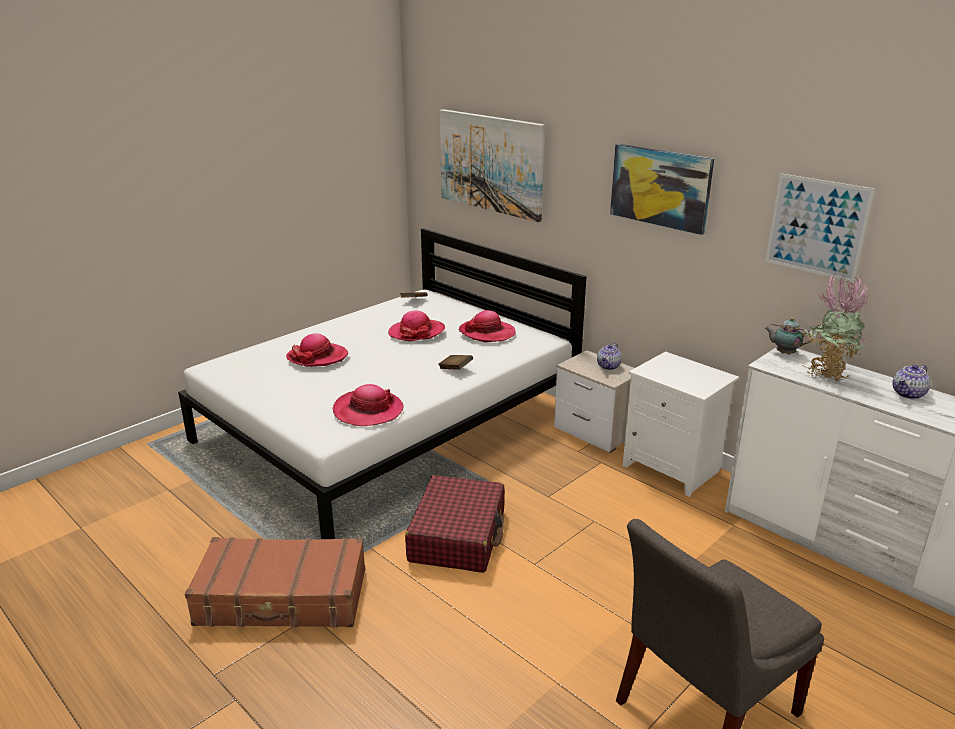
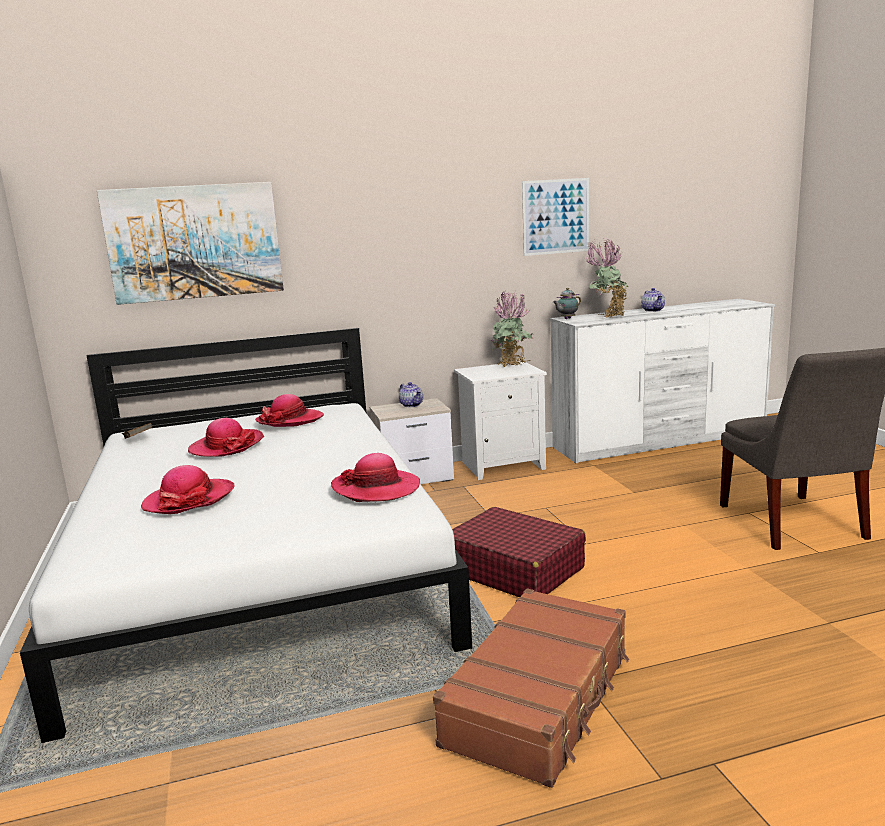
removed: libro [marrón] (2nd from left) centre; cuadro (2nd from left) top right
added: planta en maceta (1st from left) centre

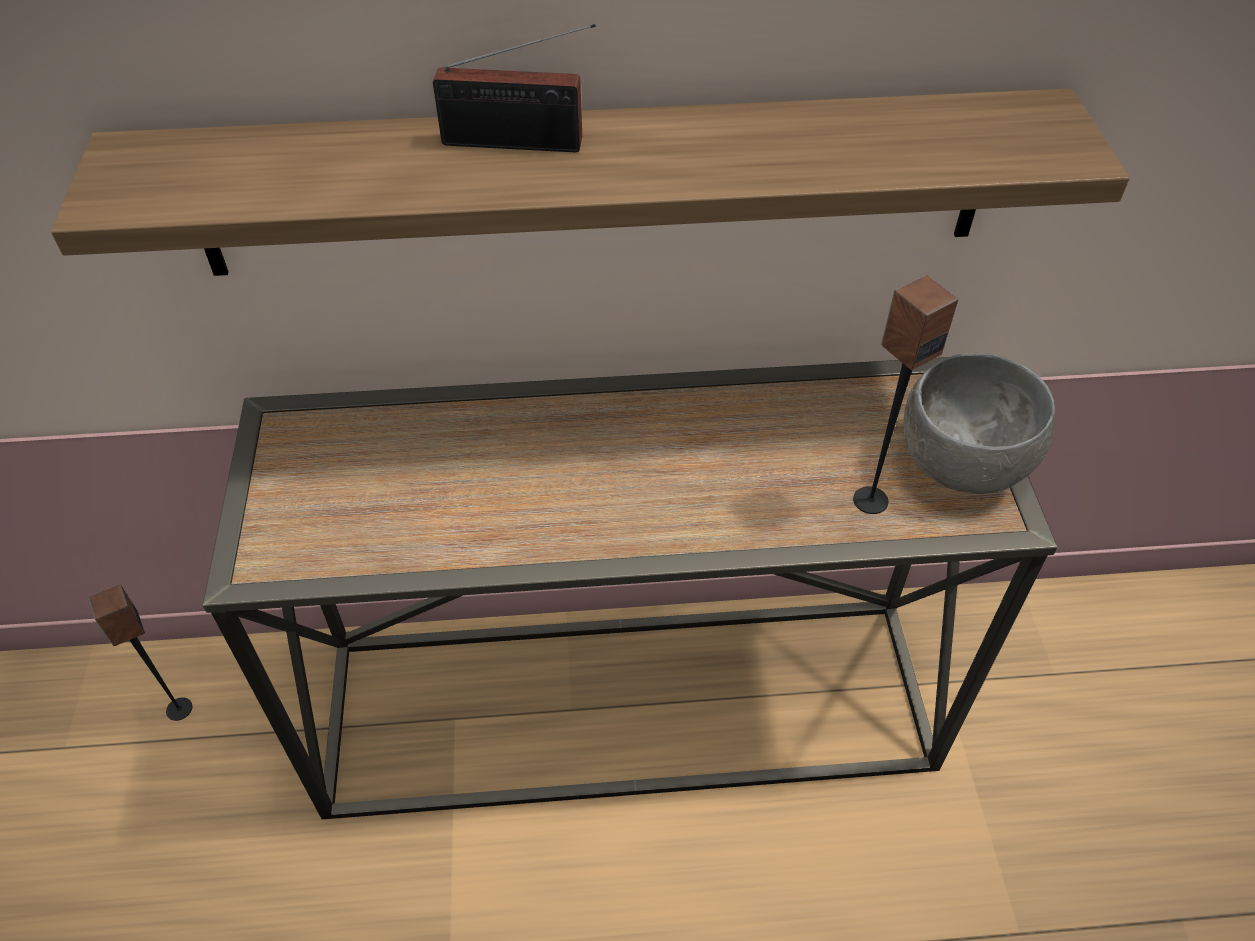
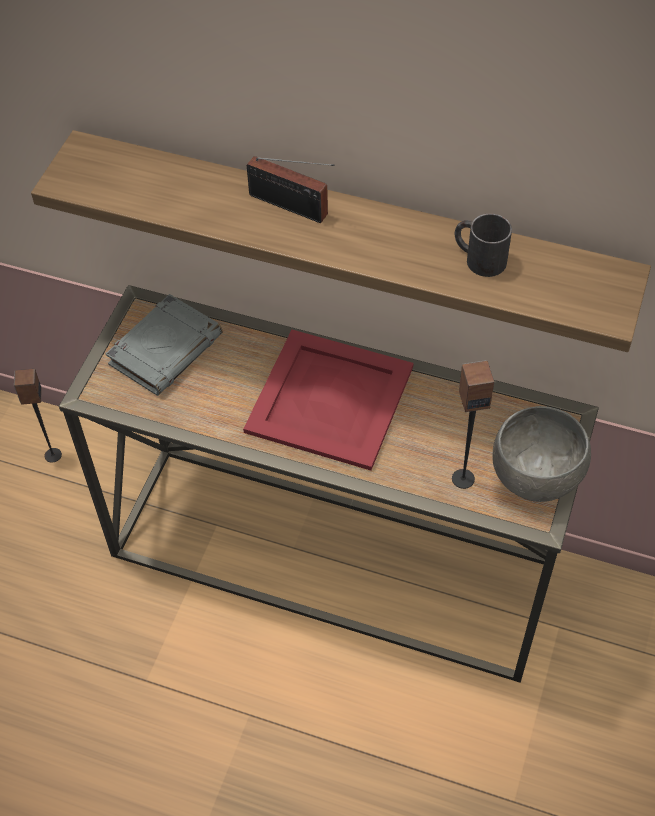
added: libro [gris] middle left; bandeja [rojo] centre; taza grande [negro] top right

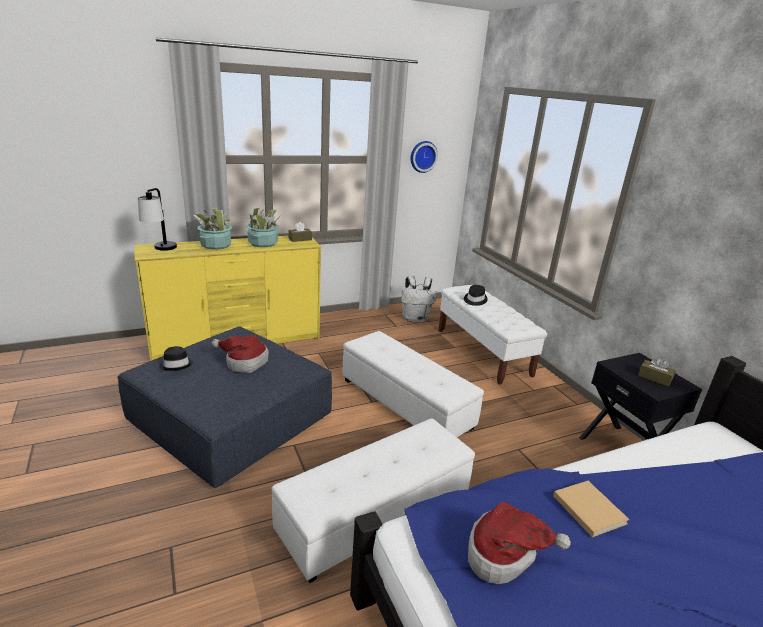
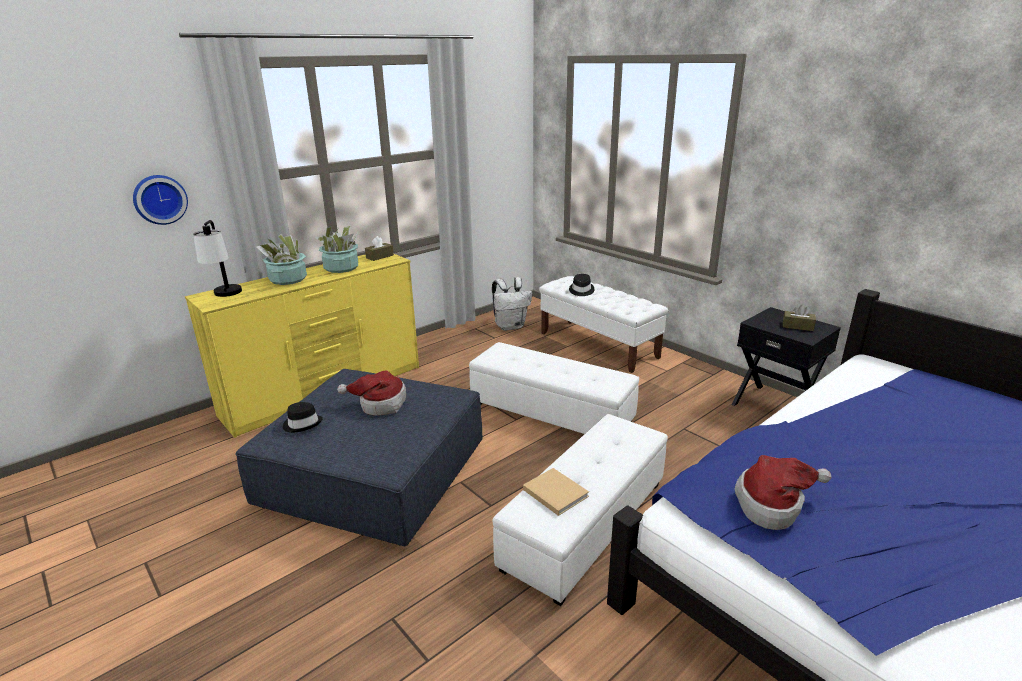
moved: reloj de pared top centre to top left; libro [beis] bottom right to bottom centre

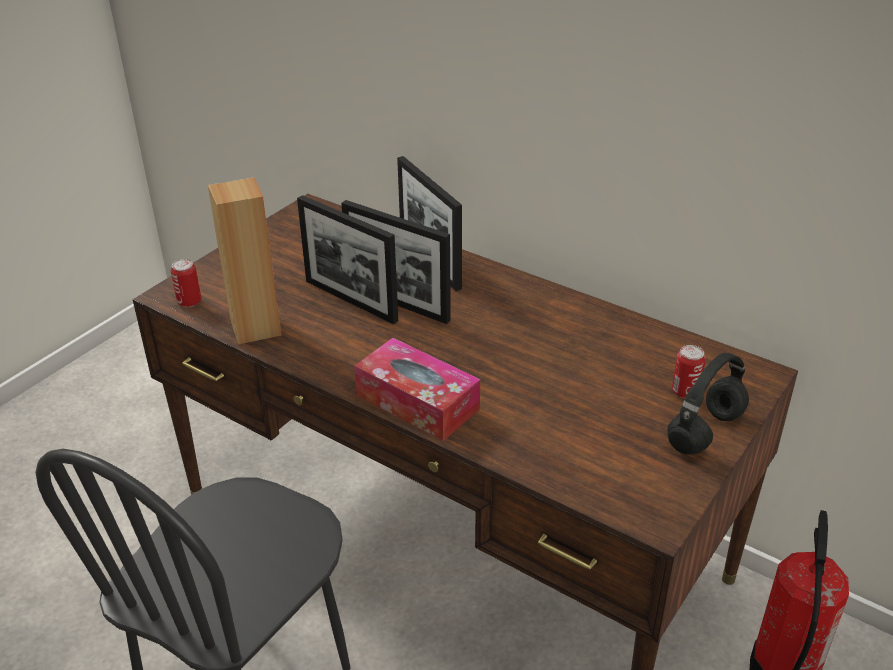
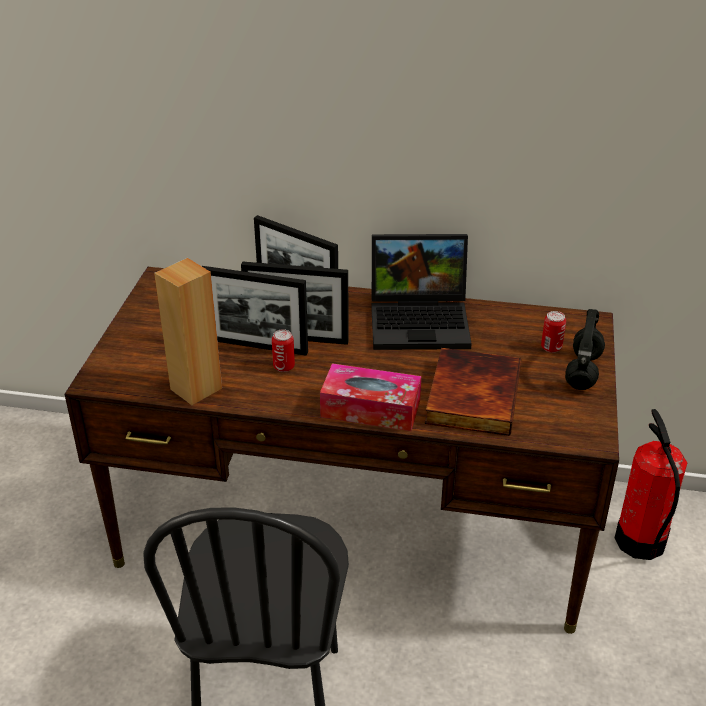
added: portátil centre; libro middle right
moved: lata (1st from left) middle left to centre

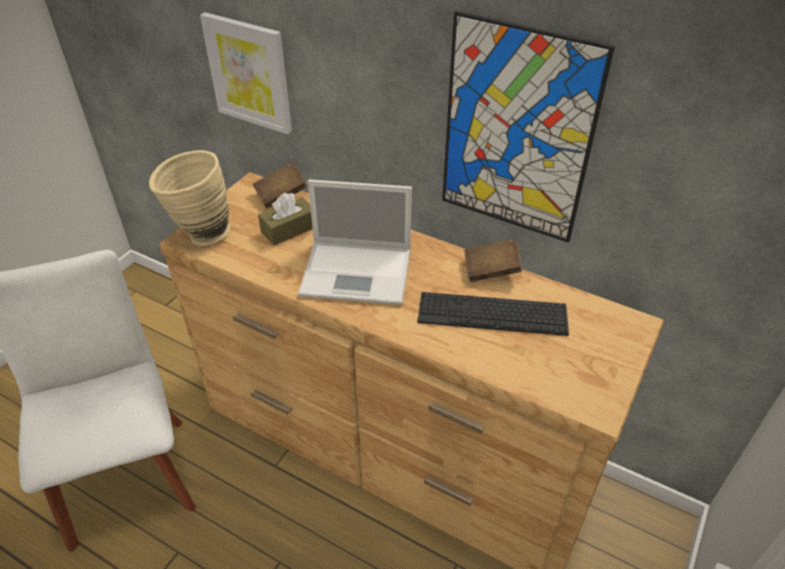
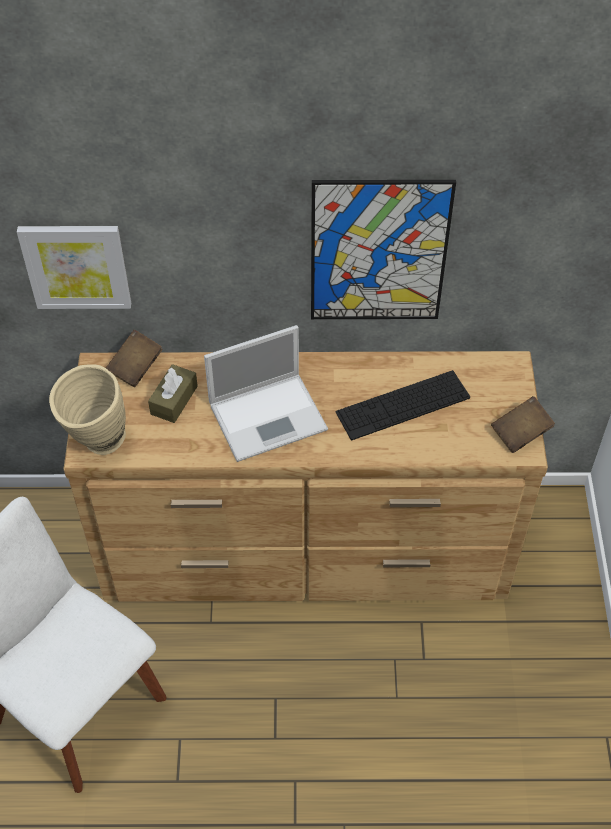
moved: libro [marrón] (2nd from left) centre to middle right

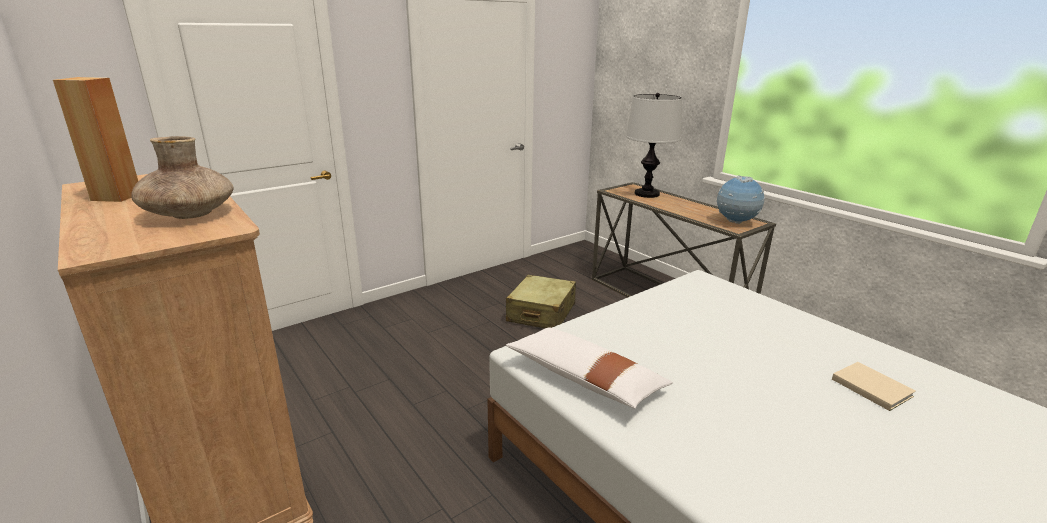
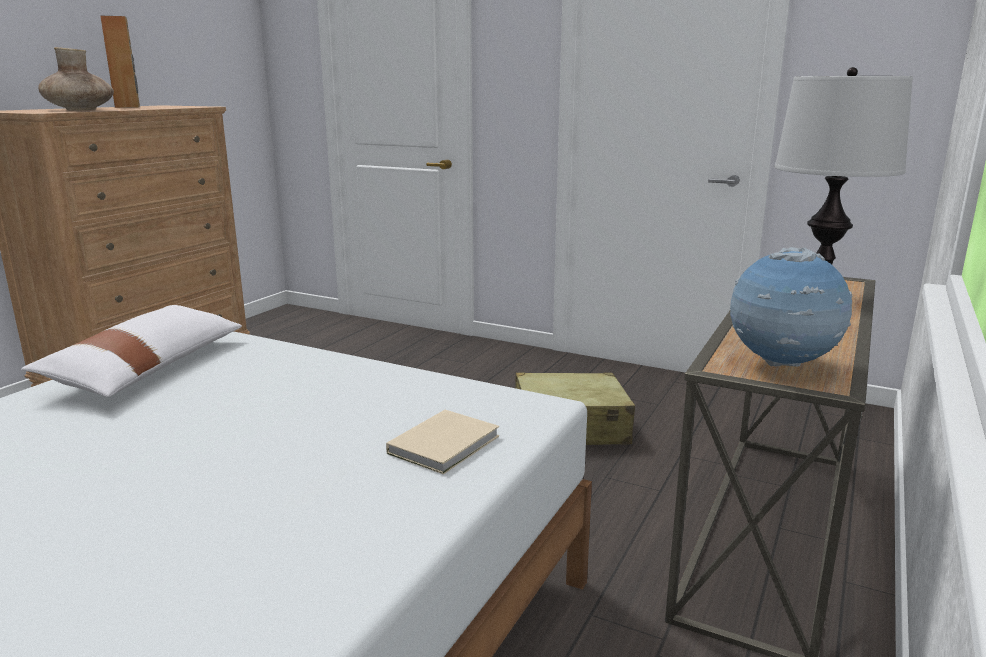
moved: libro [beis] bottom right to bottom centre

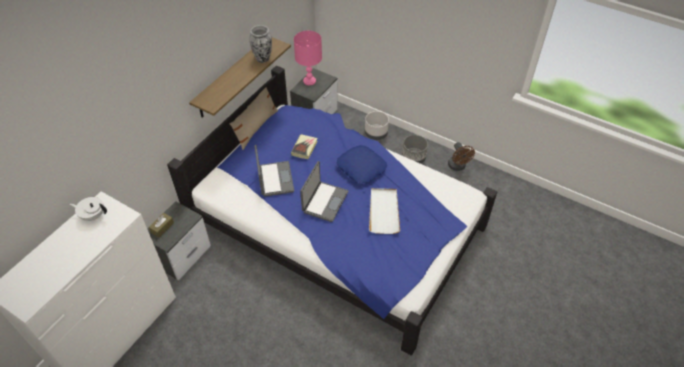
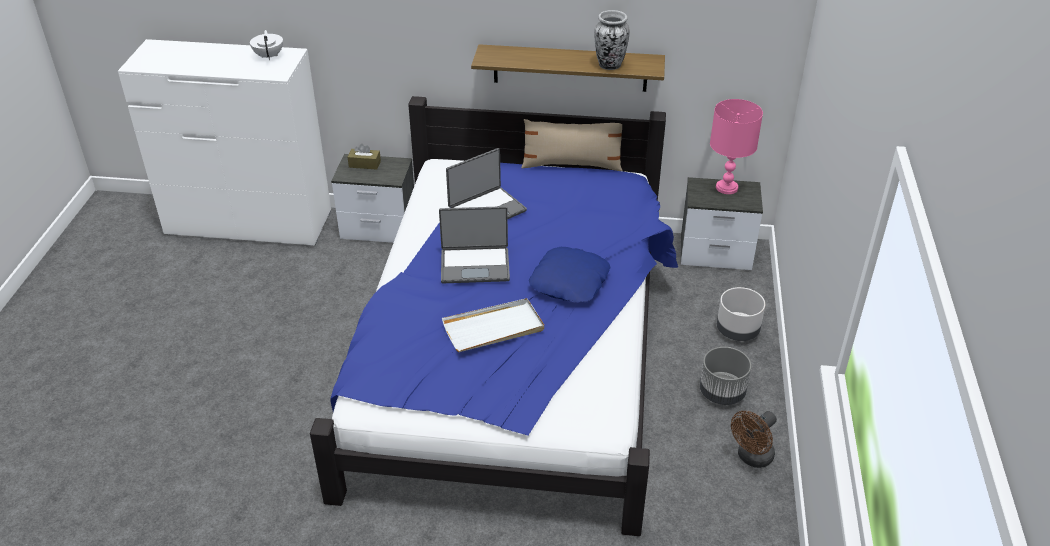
removed: libro centre

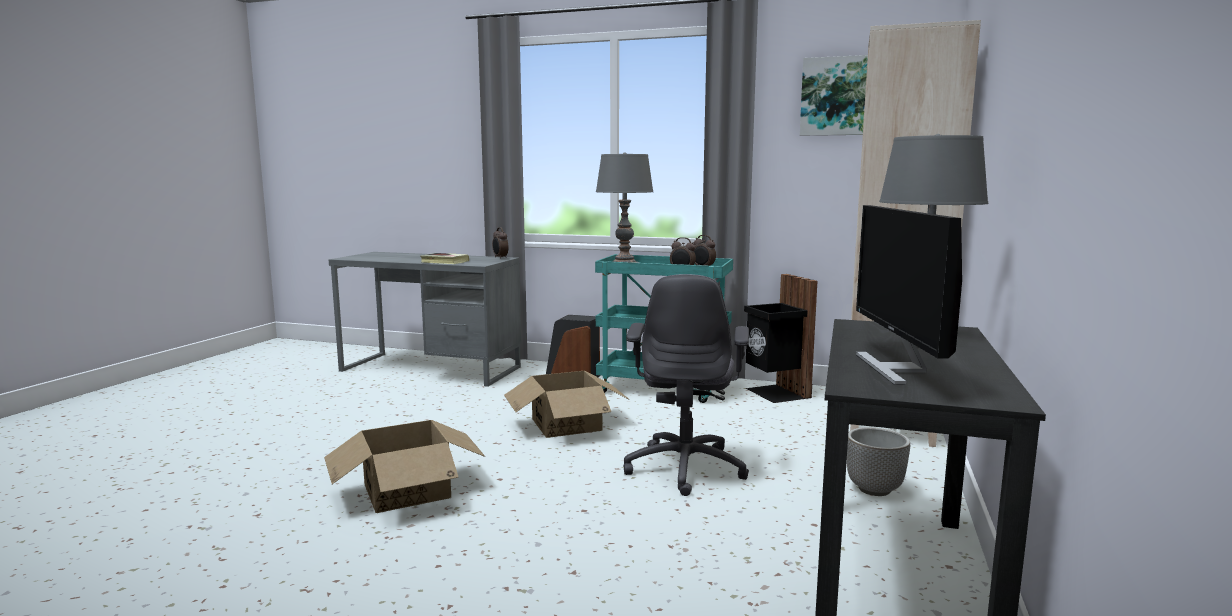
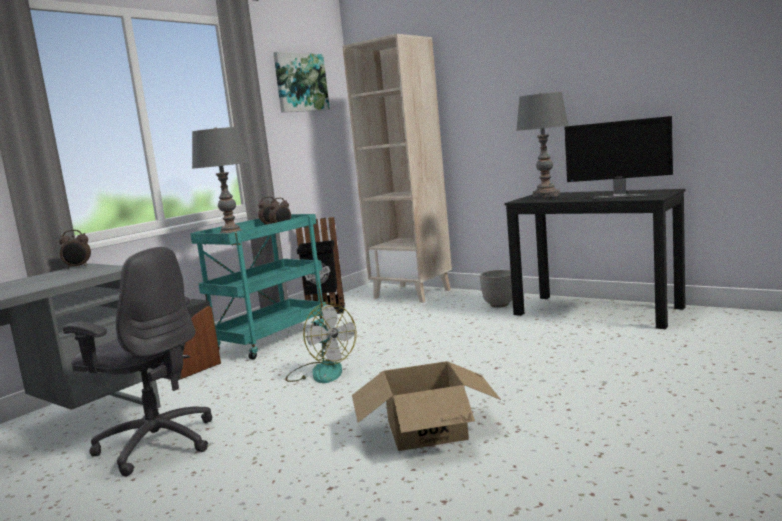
removed: libro centre
moved: silla de oficina [gris] centre to bottom left
replaced: caja de cartón (2nd from left) centre to ventilador centre

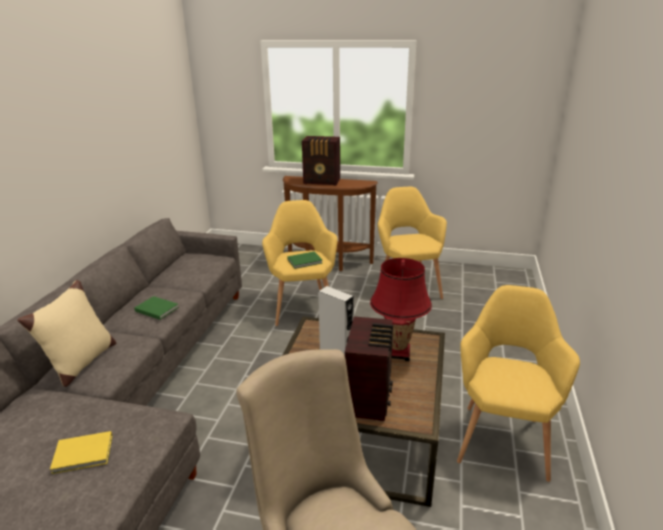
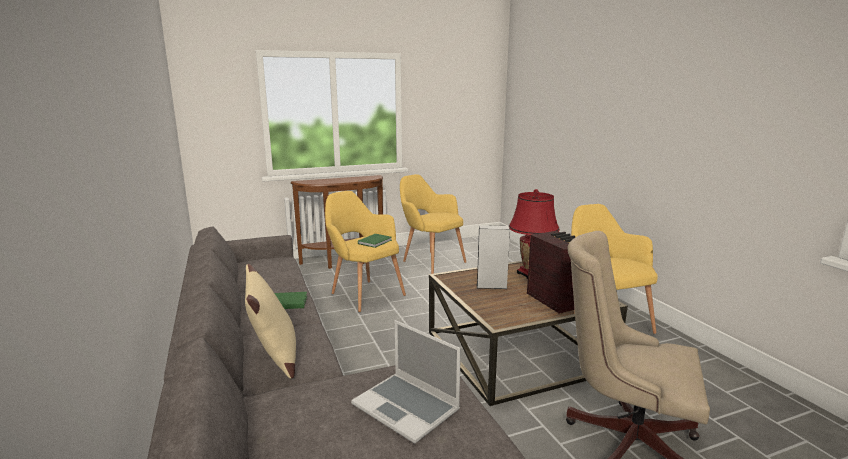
removed: radio (1st from left) top centre
replaced: libro [amarillo] bottom left to portátil bottom centre

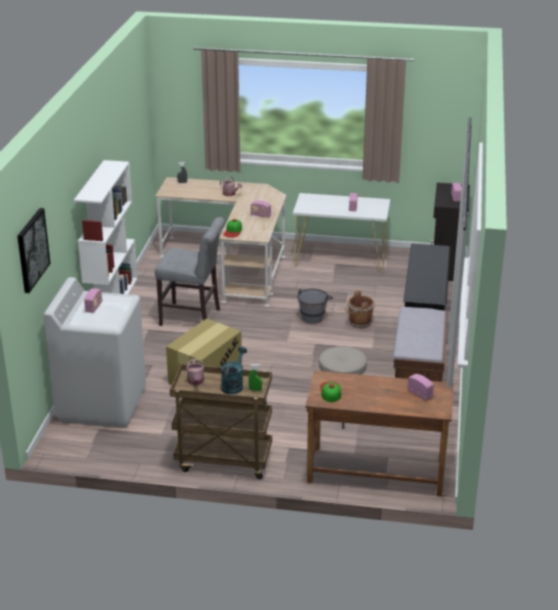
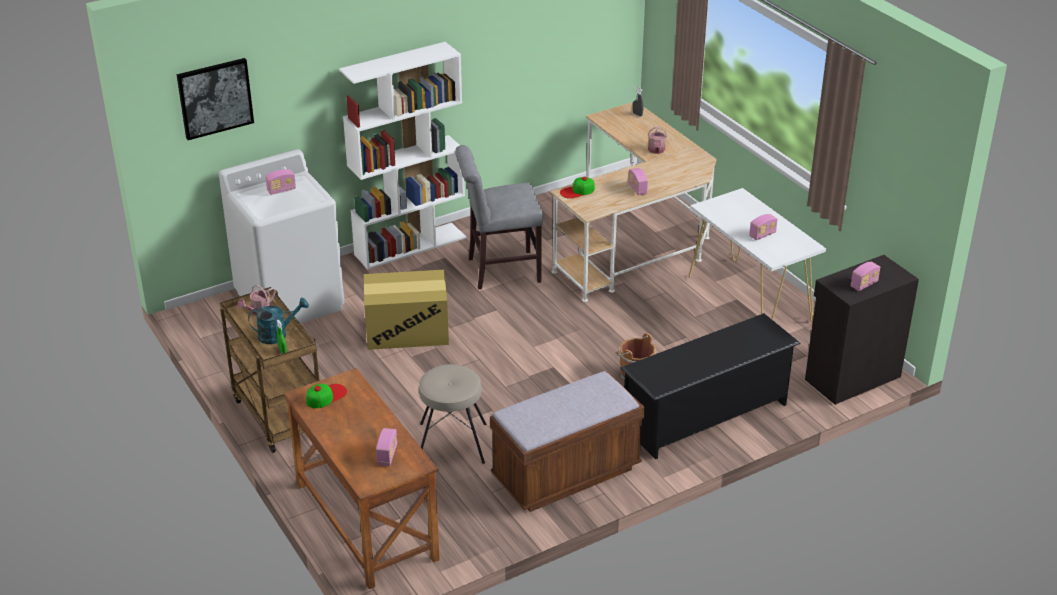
removed: cubo [gris] centre
turned: silla [gris] centre = centre 105 degrees clockwise

